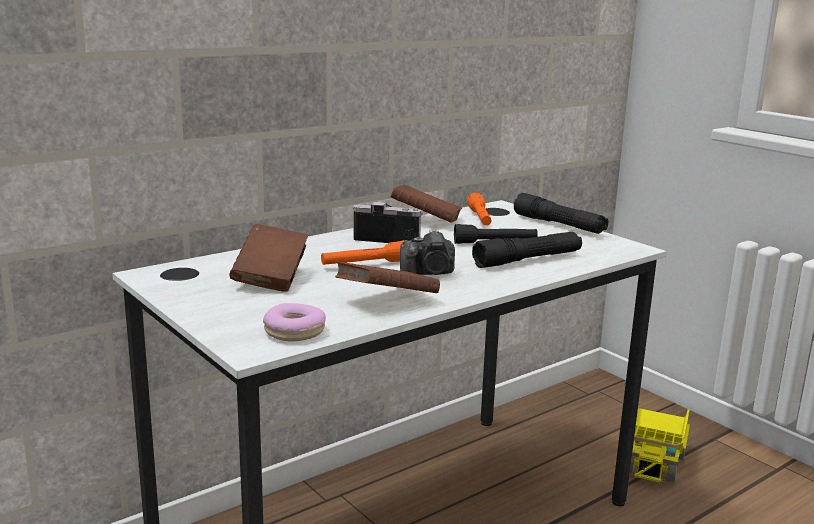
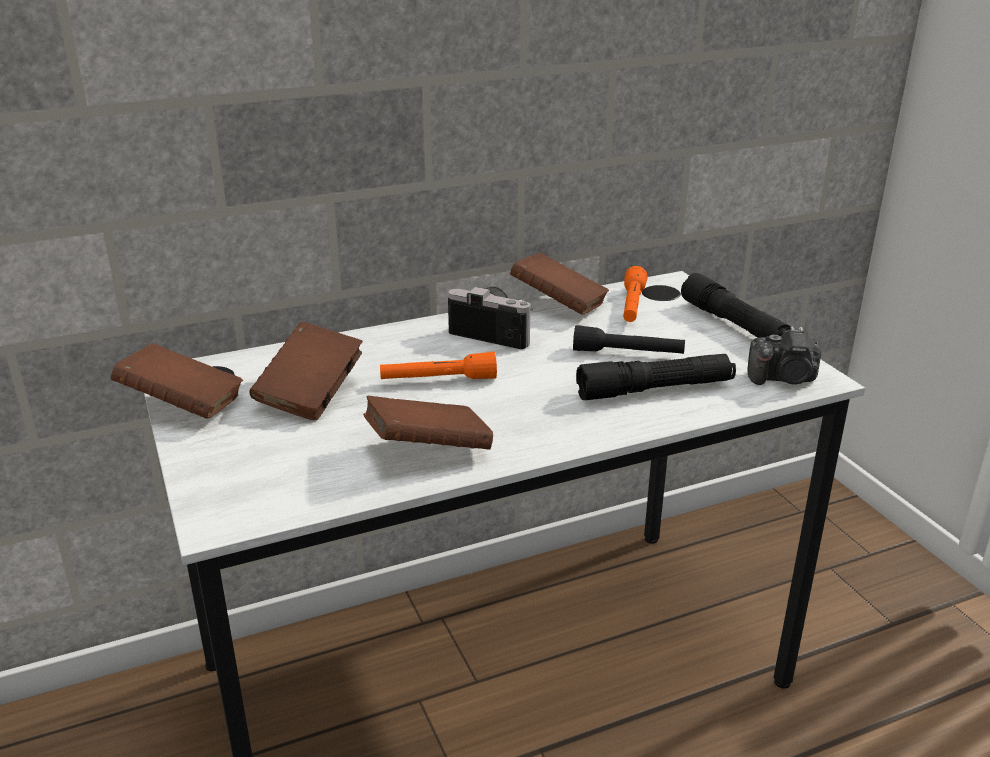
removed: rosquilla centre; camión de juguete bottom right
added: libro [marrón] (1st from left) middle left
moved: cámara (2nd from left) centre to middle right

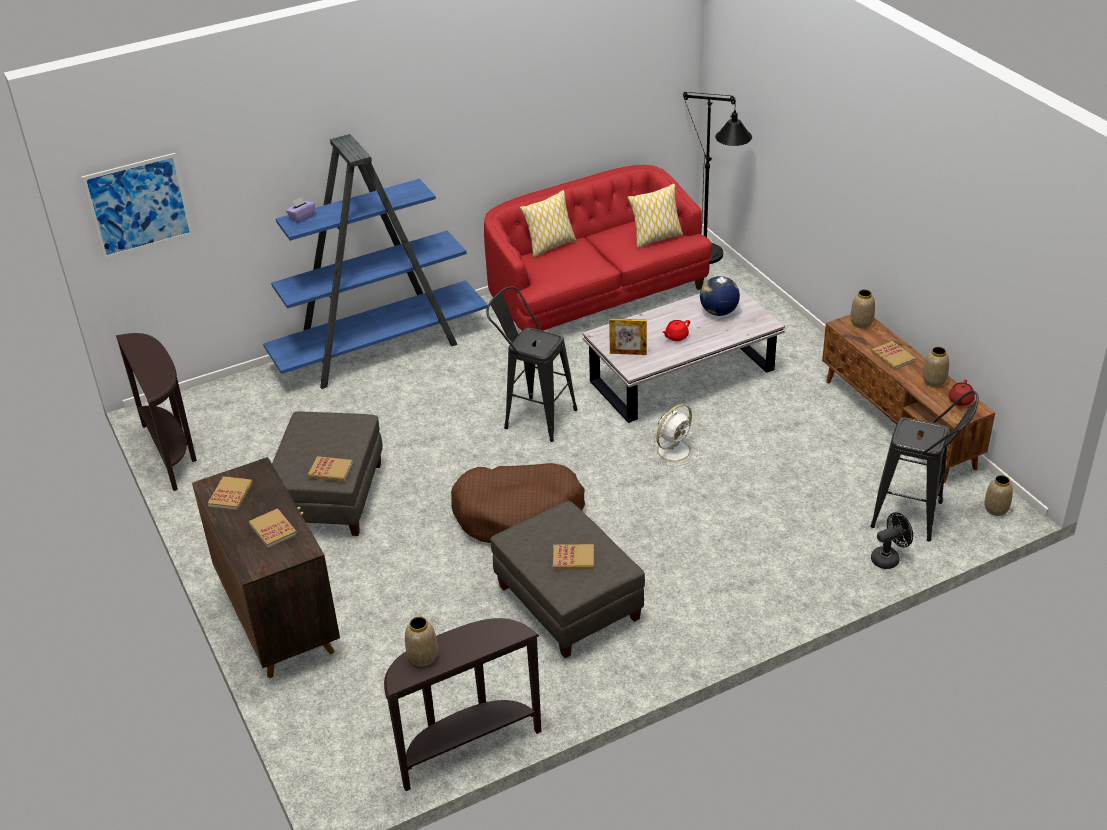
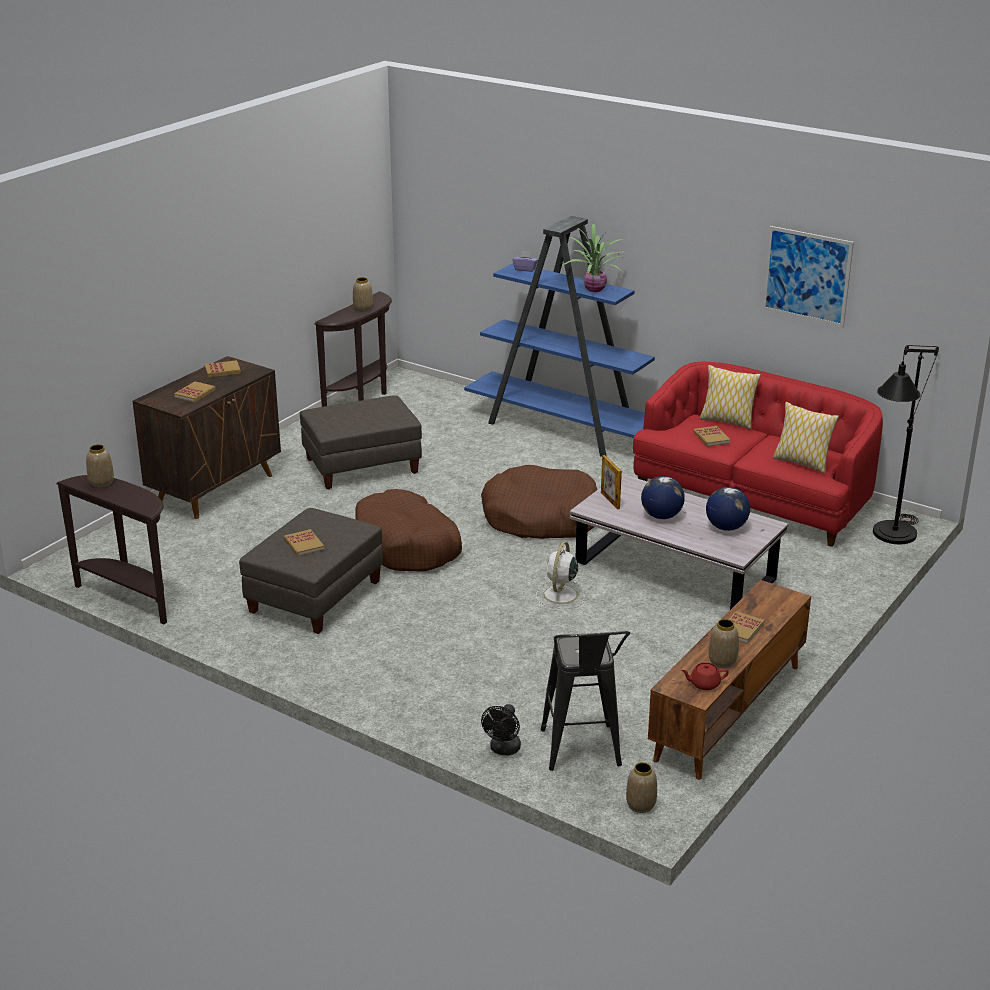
added: planta en maceta top centre
moved: cuadro top left to top right; libro (3rd from left in the first image) middle left to libro (4th from left) middle right; florero (2nd from left) middle right to top centre
replaced: taburete [negro] (1st from left) centre to cama para perro [marrón] (2nd from left) centre; tetera [rojo] (1st from left) centre to globo terráqueo (1st from left) middle right
turned: ventilador [blanco] centre = centre 90 degrees clockwise; ventilador [negro] middle right = bottom centre 75 degrees clockwise

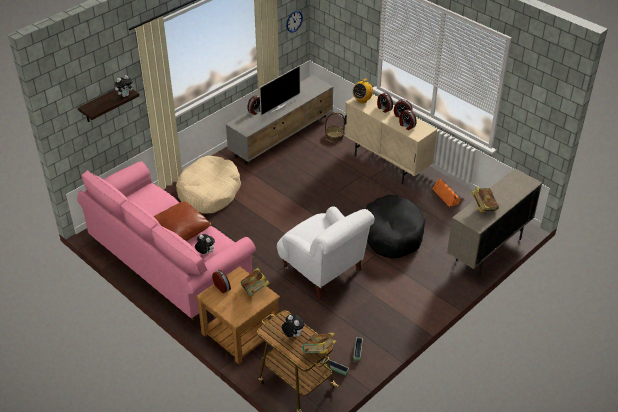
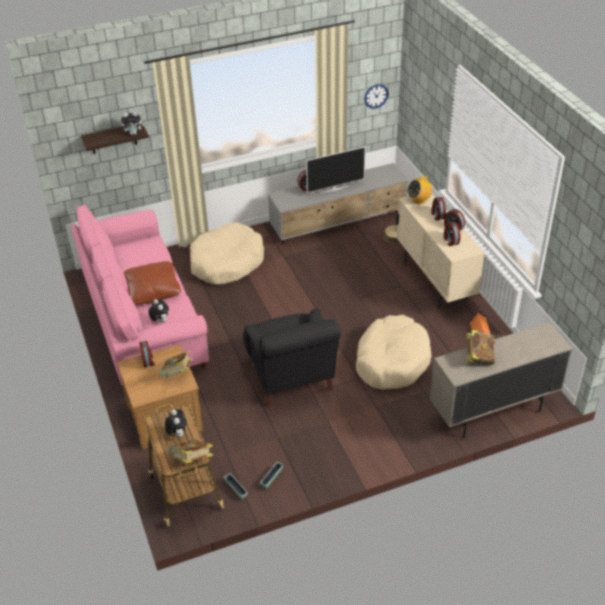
recoloured: sillón [blanco] centre to sillón [negro] centre; cama para perro [negro] centre to cama para perro [beis] (2nd from left) centre

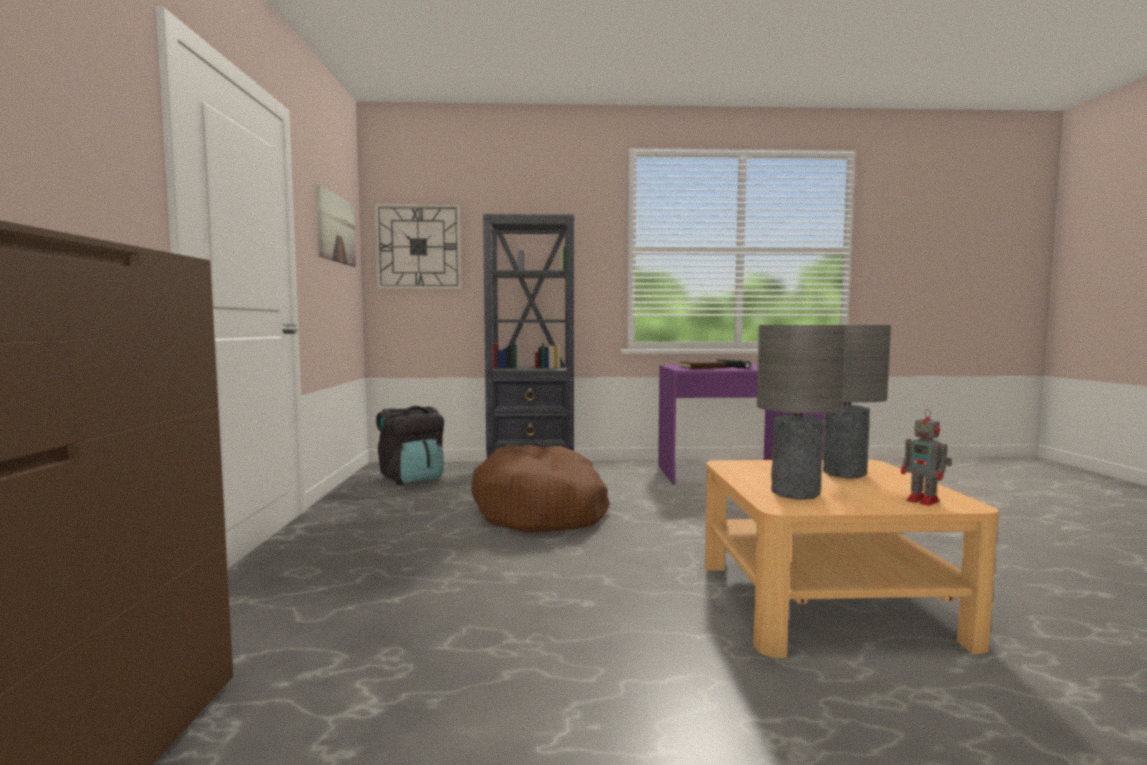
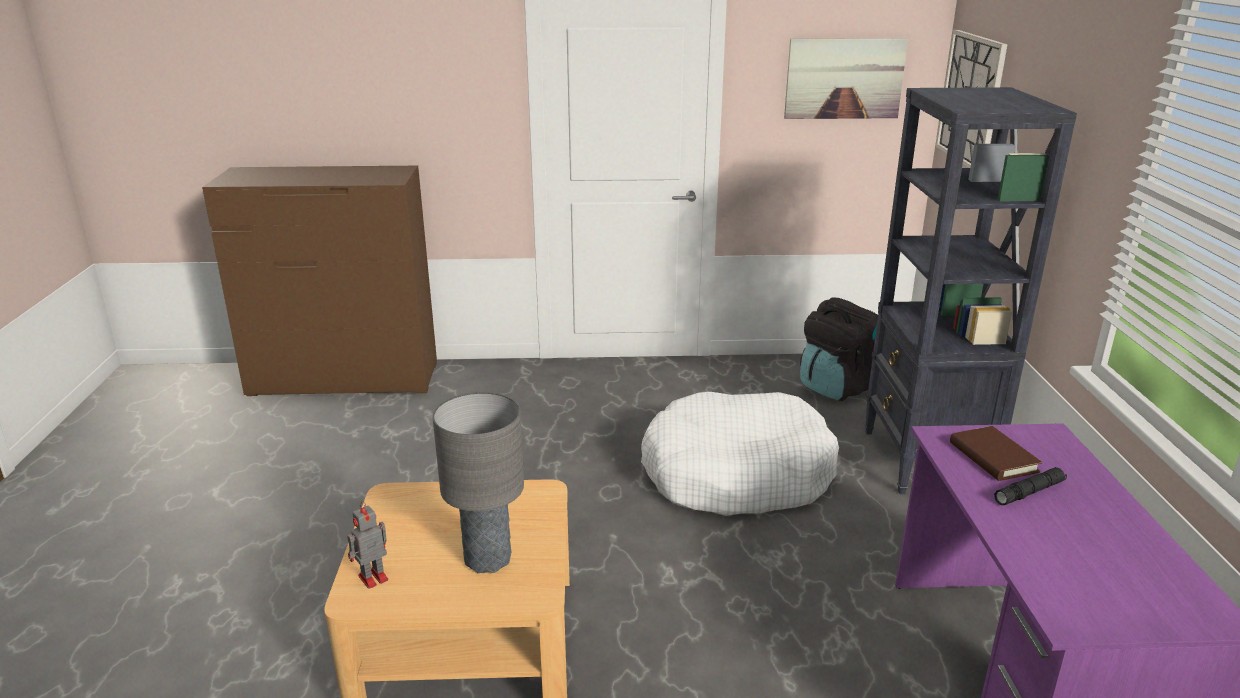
removed: lámpara de mesa [gris] (1st from left) middle right
recoloured: cama para perro [marrón] centre to cama para perro [blanco] centre

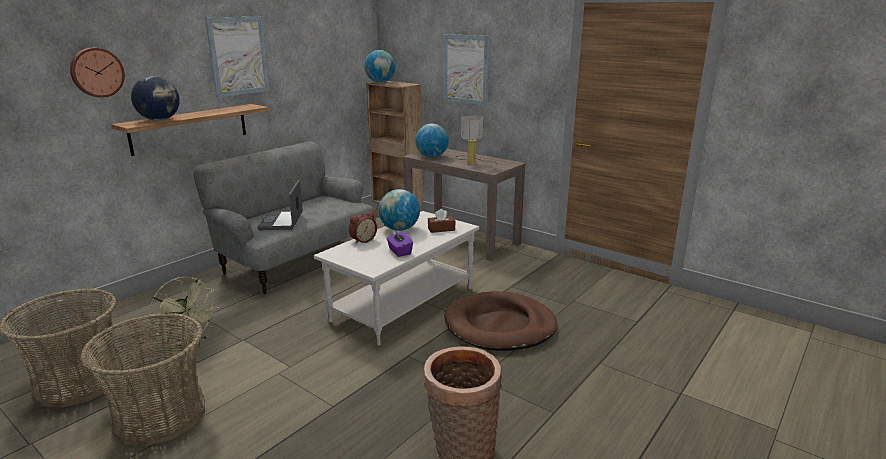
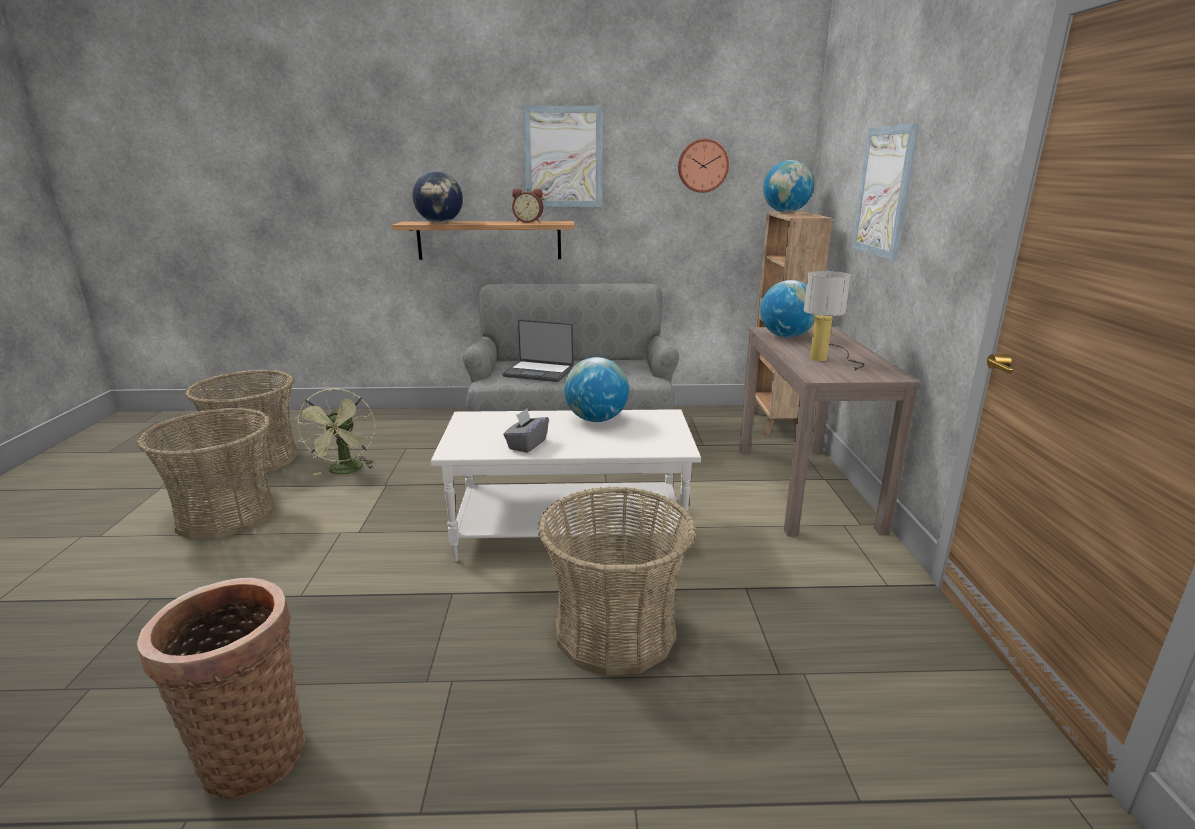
removed: caja de pañuelos [marrón] centre
moved: reloj de pared top left to top centre; despertador centre to top centre
replaced: cama para perro [marrón] bottom centre to cesta (4th from left) bottom centre
recoloured: caja de pañuelos [morado] centre to caja de pañuelos [gris] centre
turned: portátil middle left = centre 120 degrees counterclockwise

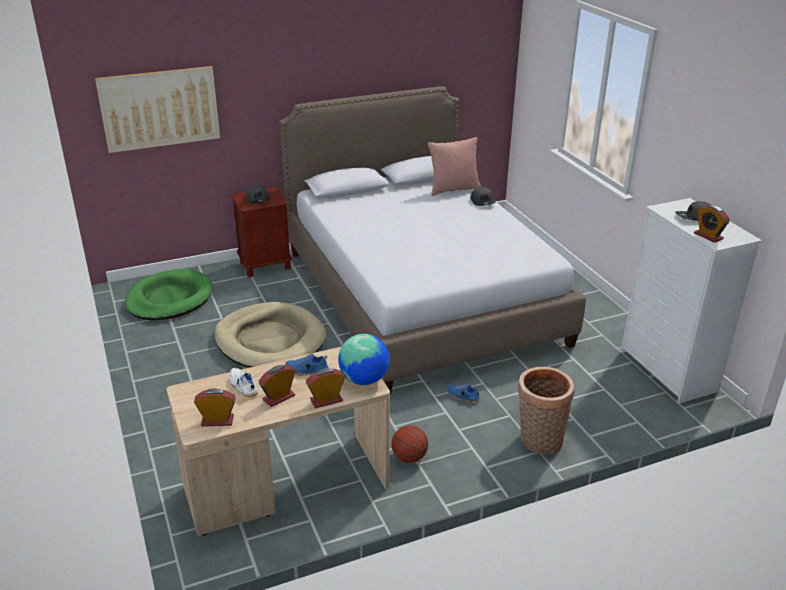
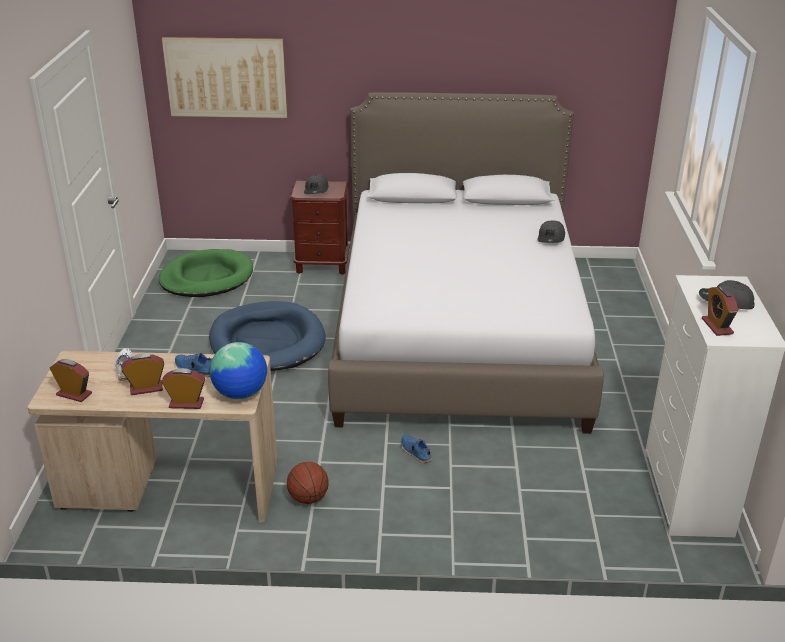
removed: cojín [rosa] top centre; cesta bottom right
recoloured: cama para perro [beis] centre to cama para perro [azul] centre

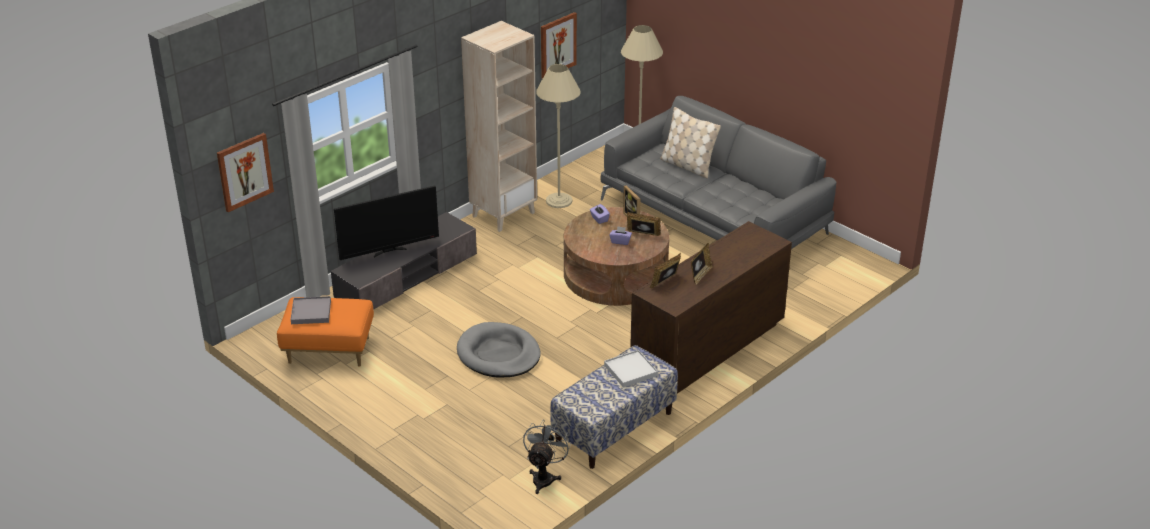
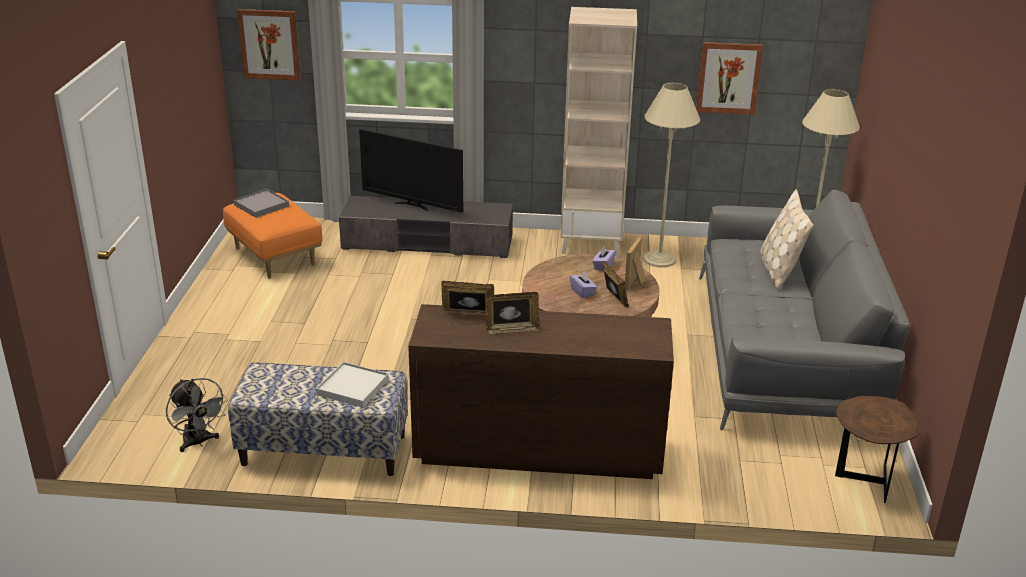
removed: cama para perro [gris] centre
added: mesa auxiliar [marrón] bottom right
turned: ventilador [gris] bottom centre = bottom left 75 degrees clockwise

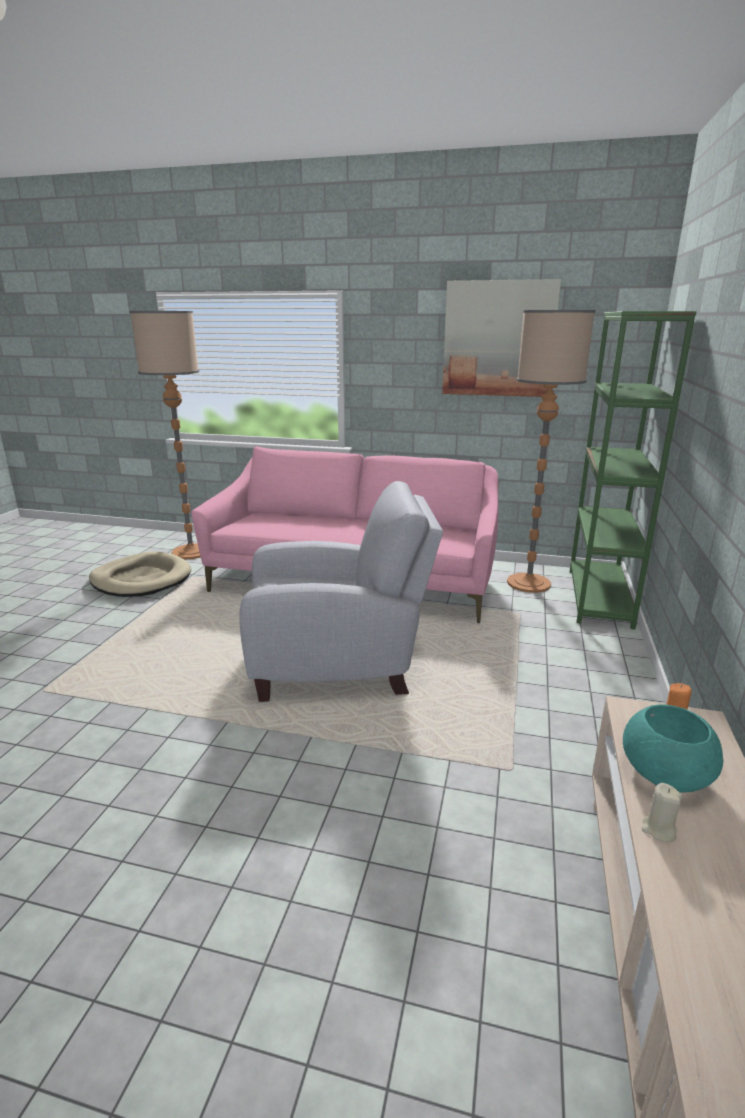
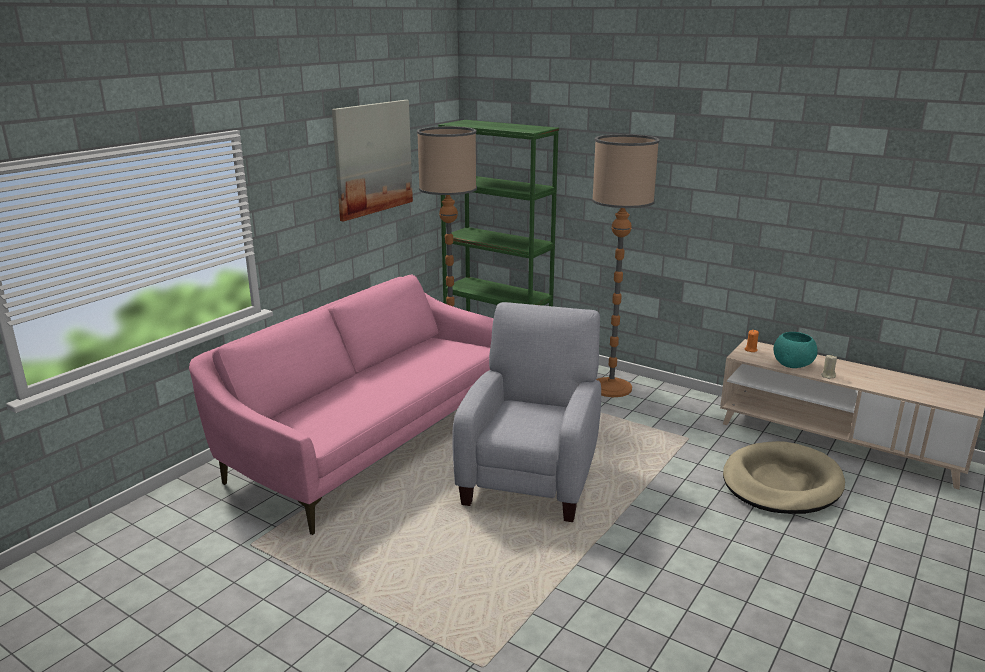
moved: cama para perro [beis] middle left to bottom right; lámpara de pie (1st from left in the first image) middle left to lámpara de pie (2nd from left) centre

